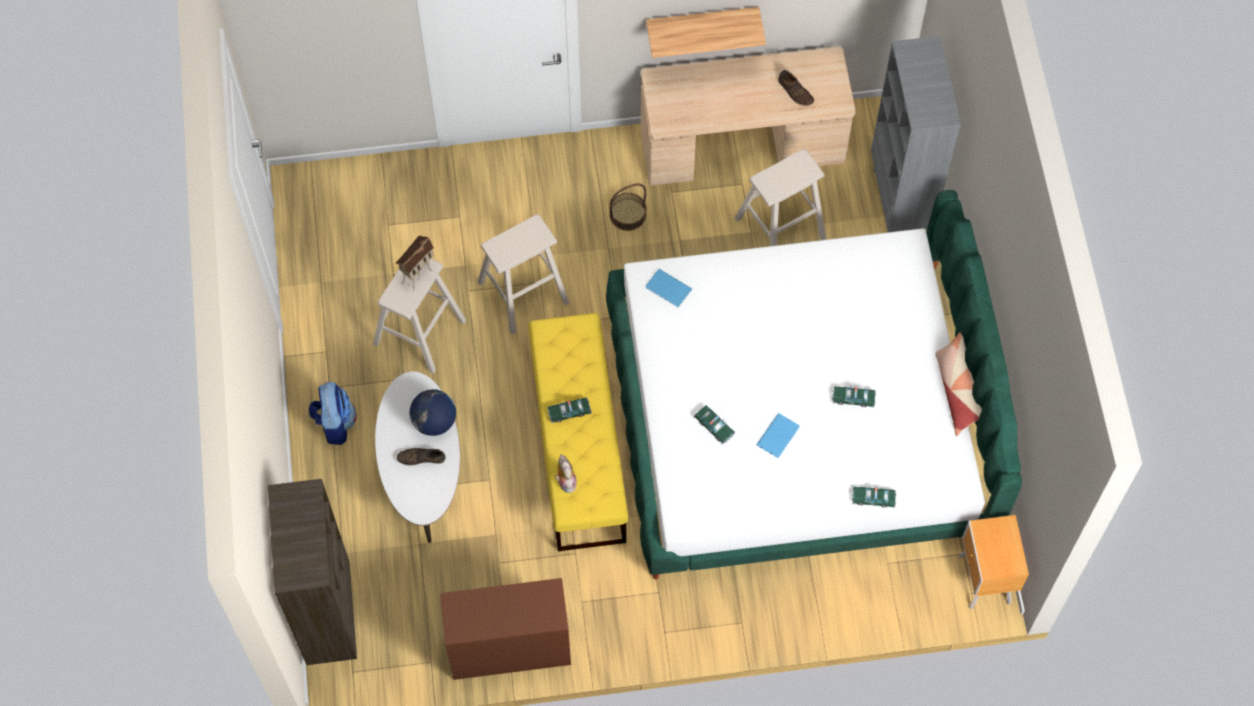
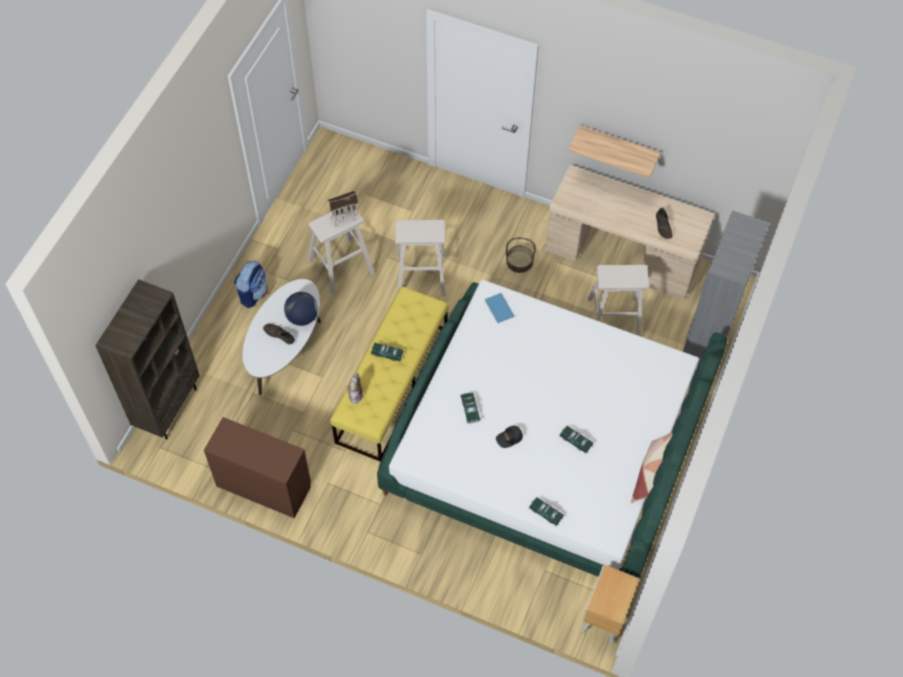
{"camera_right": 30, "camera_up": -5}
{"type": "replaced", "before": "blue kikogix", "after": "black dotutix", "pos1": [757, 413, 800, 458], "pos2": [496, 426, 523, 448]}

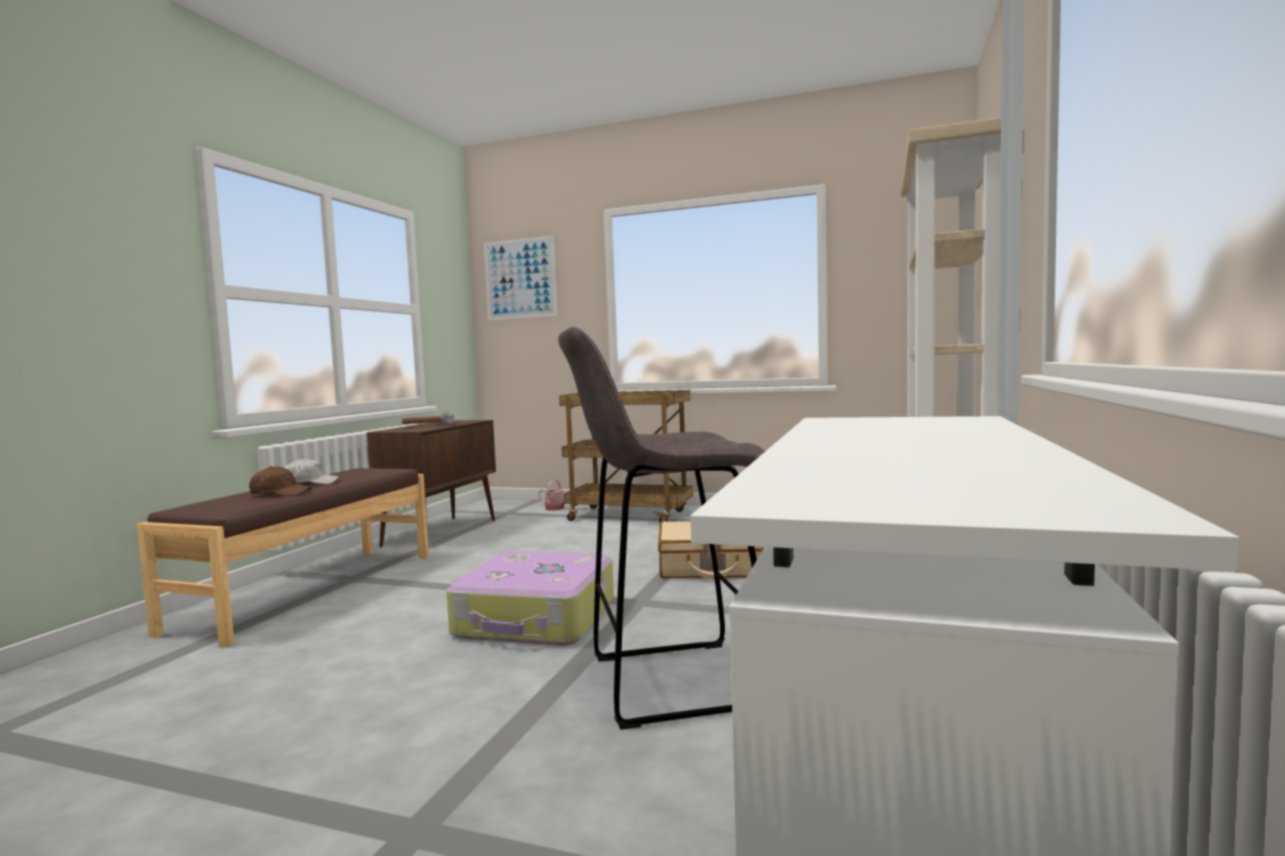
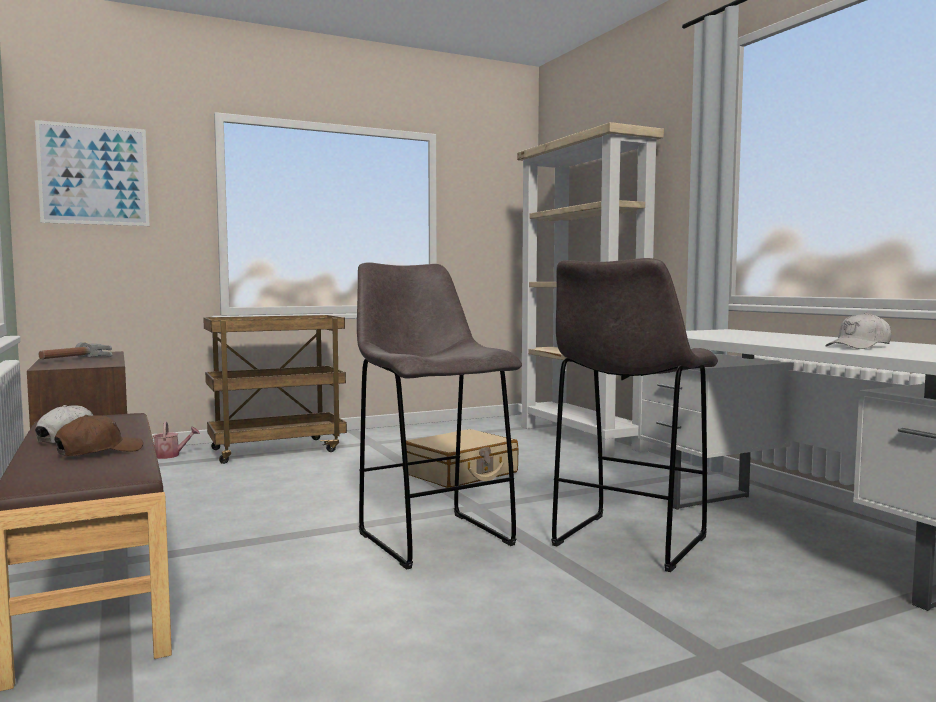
{"camera_right": -45, "camera_up": 0}
{"type": "replaced", "before": "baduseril", "after": "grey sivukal", "pos1": [446, 551, 614, 645], "pos2": [357, 262, 522, 570]}
{"type": "added", "after": "white dotutix", "pos2": [825, 313, 891, 349]}

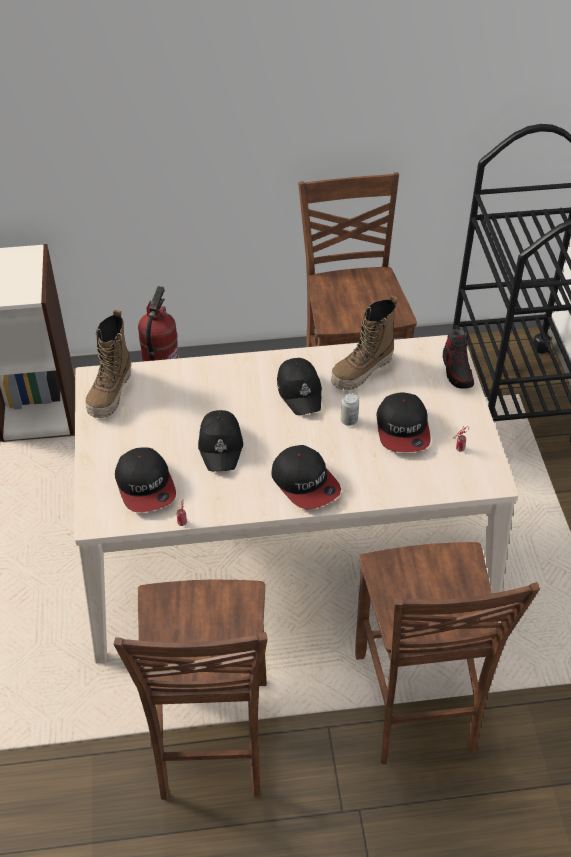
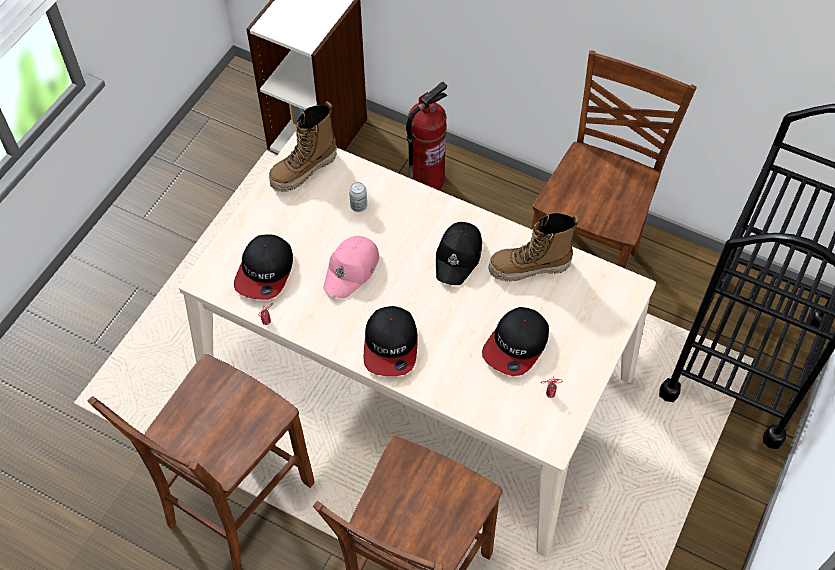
{"camera_right": 35, "camera_up": 10}
{"type": "recoloured", "before": "black dotutix", "after": "pink dotutix", "pos1": [198, 410, 243, 472], "pos2": [323, 236, 379, 298]}
{"type": "moved", "before": "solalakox", "pos1": [341, 393, 359, 426], "pos2": [349, 182, 367, 212]}
{"type": "removed", "before": "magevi", "pos1": [443, 329, 474, 389]}

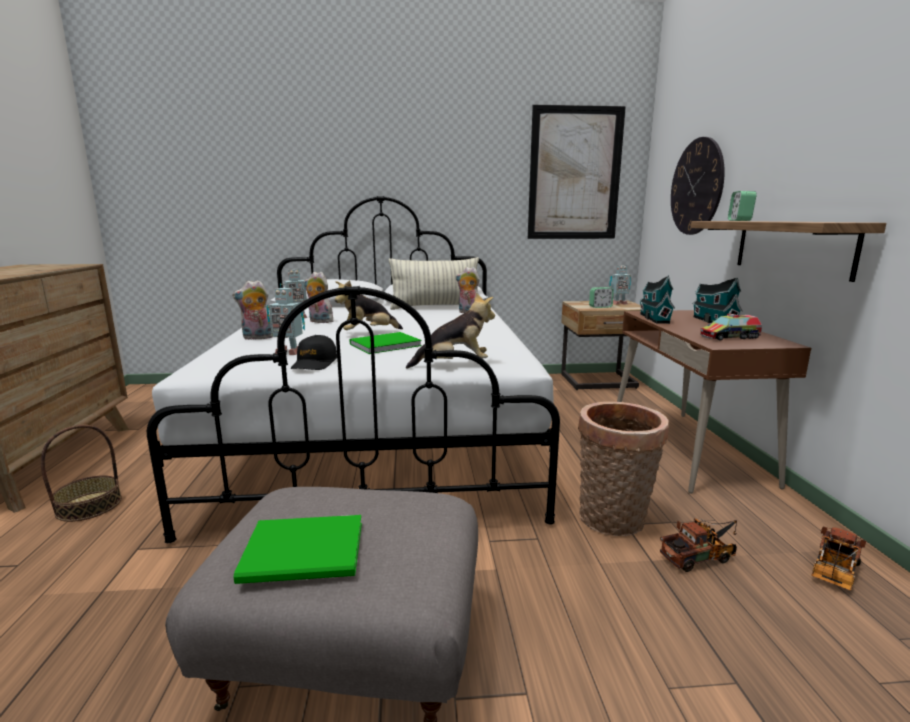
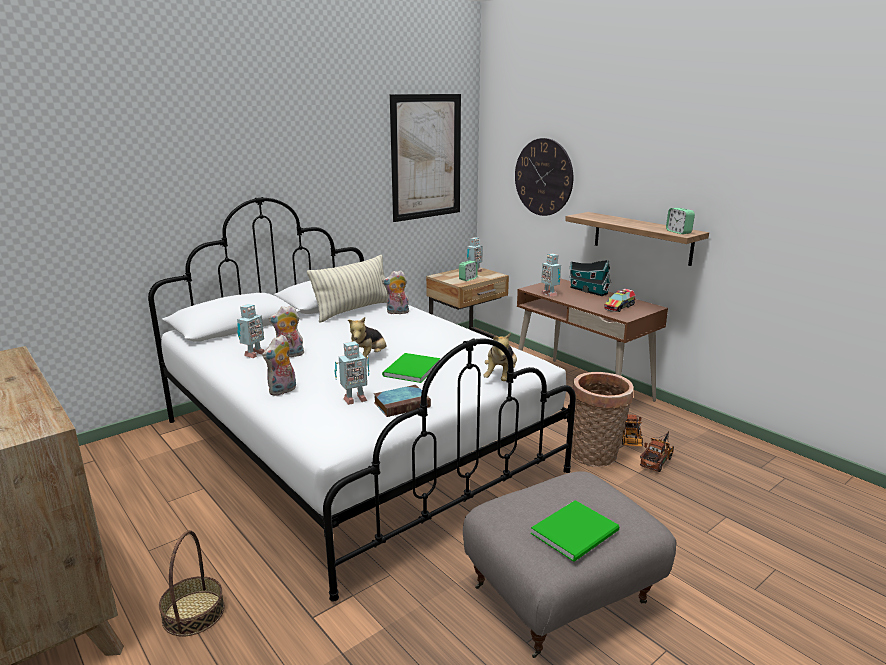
{"camera_right": -35, "camera_up": 5}
{"type": "replaced", "before": "black dotutix", "after": "kikogix", "pos1": [291, 335, 337, 370], "pos2": [374, 385, 431, 417]}
{"type": "turned", "before": "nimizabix", "pos1": [406, 293, 495, 369], "pos2": [483, 333, 517, 381], "turn": 150}
{"type": "replaced", "before": "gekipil", "after": "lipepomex", "pos1": [639, 275, 675, 324], "pos2": [541, 254, 561, 297]}
{"type": "moved", "before": "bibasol", "pos1": [812, 527, 866, 590], "pos2": [622, 414, 643, 447]}
{"type": "moved", "before": "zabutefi", "pos1": [728, 191, 757, 221], "pos2": [666, 208, 695, 234]}

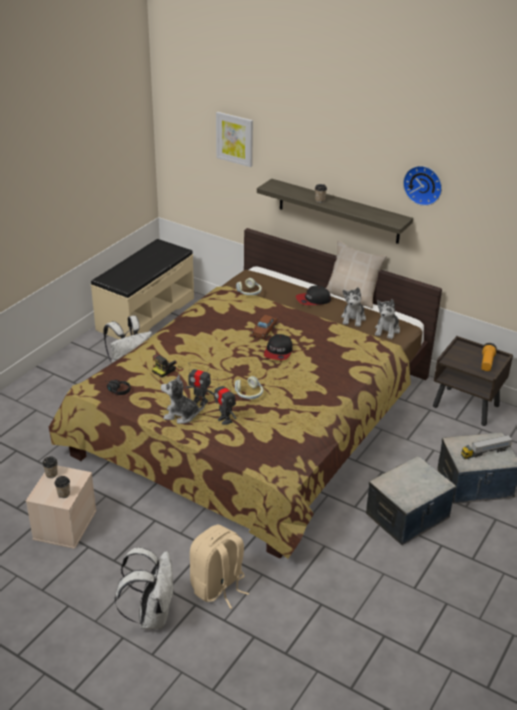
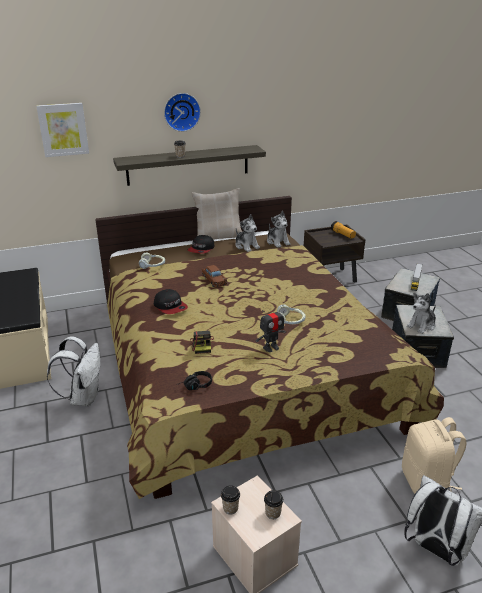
{"camera_right": -50, "camera_up": -5}
{"type": "moved", "before": "dotutix", "pos1": [264, 334, 293, 360], "pos2": [154, 289, 188, 314]}
{"type": "moved", "before": "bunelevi", "pos1": [403, 166, 442, 206], "pos2": [164, 93, 201, 132]}
{"type": "moved", "before": "nimizabix", "pos1": [161, 374, 205, 424], "pos2": [407, 292, 436, 334]}
{"type": "removed", "before": "lipepomex", "pos1": [214, 378, 237, 425]}

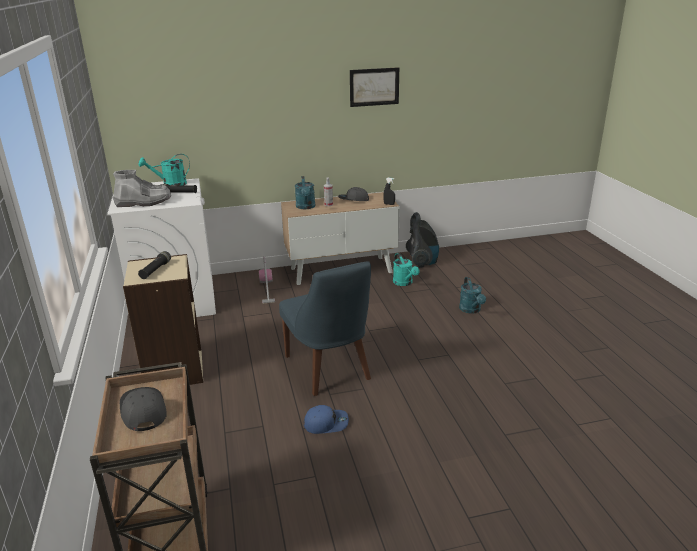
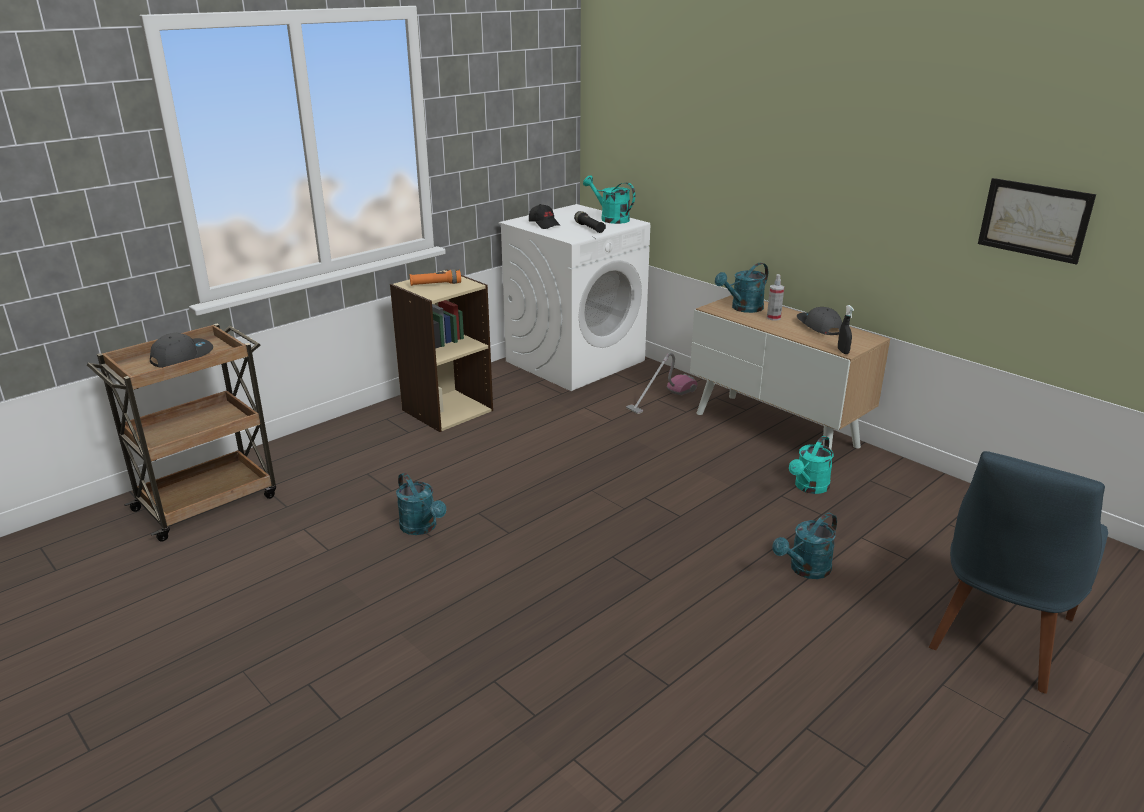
{"camera_right": 60, "camera_up": 0}
{"type": "replaced", "before": "blue dotutix", "after": "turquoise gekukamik", "pos1": [304, 405, 349, 434], "pos2": [396, 473, 446, 535]}
{"type": "recoloured", "before": "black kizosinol", "after": "orange kizosinol", "pos1": [138, 251, 171, 279], "pos2": [410, 269, 461, 286]}
{"type": "replaced", "before": "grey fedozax", "after": "black dotutix", "pos1": [113, 170, 171, 207], "pos2": [529, 204, 561, 229]}
{"type": "moved", "before": "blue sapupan", "pos1": [279, 261, 371, 396], "pos2": [929, 451, 1108, 694]}
{"type": "moved", "before": "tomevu", "pos1": [350, 67, 399, 107], "pos2": [978, 178, 1096, 265]}
{"type": "removed", "before": "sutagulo", "pos1": [406, 212, 439, 268]}

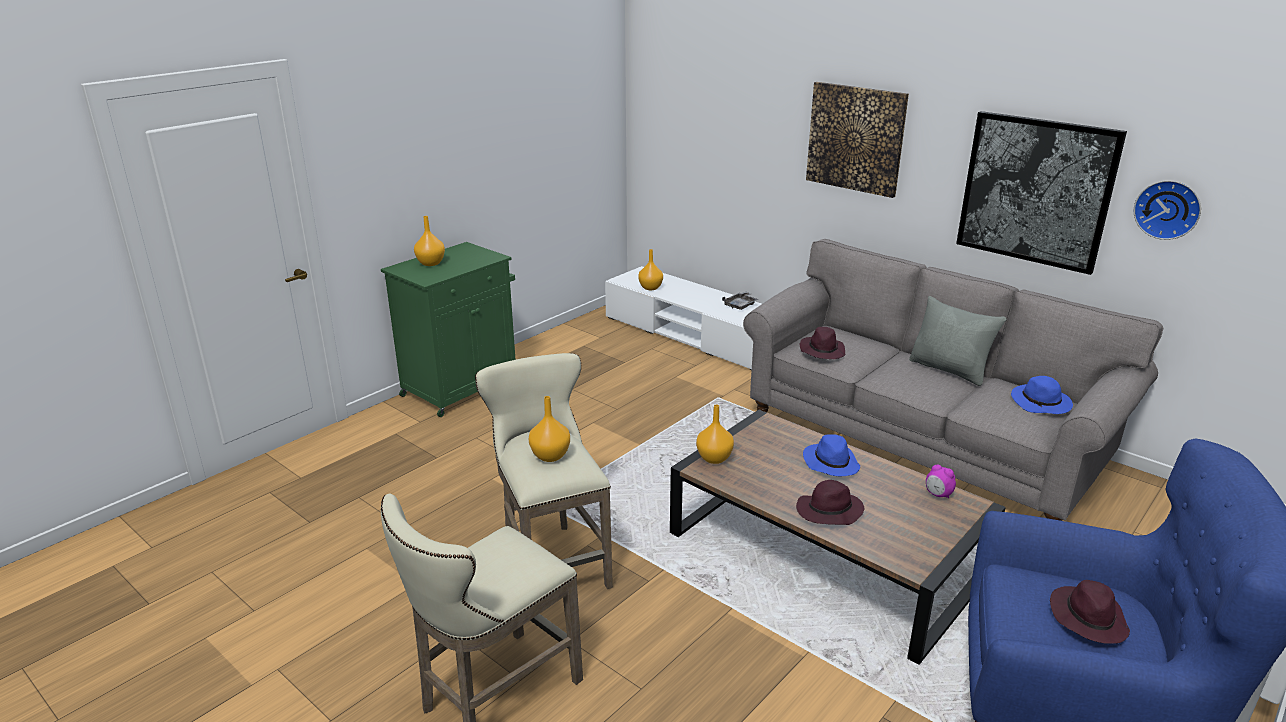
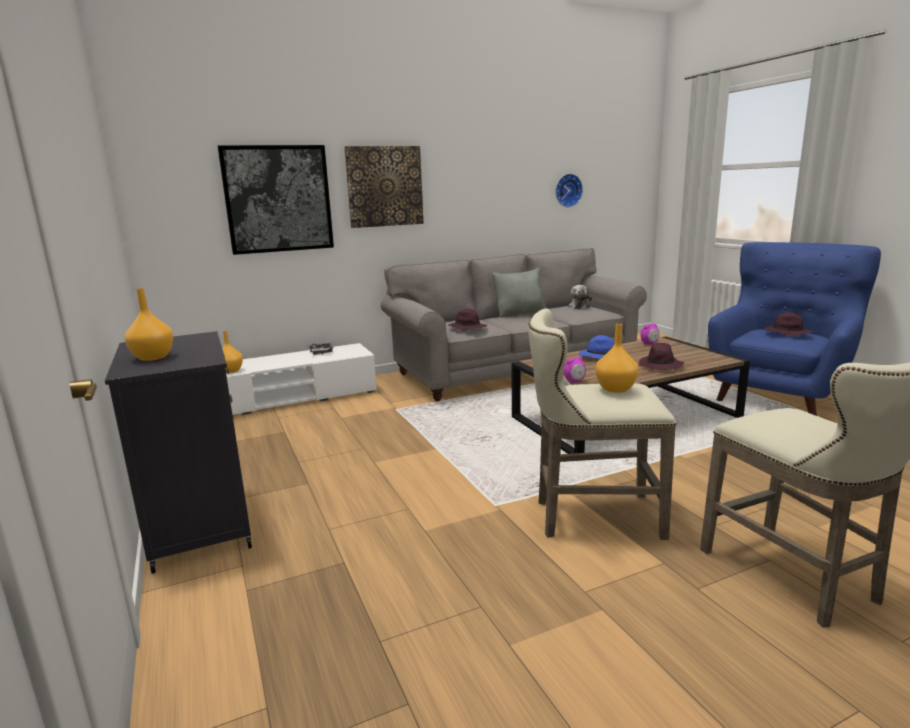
{"camera_right": -65, "camera_up": -10}
{"type": "recoloured", "before": "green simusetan", "after": "black simusetan", "pos1": [381, 242, 516, 417], "pos2": [105, 331, 252, 574]}
{"type": "moved", "before": "tomevu", "pos1": [956, 111, 1127, 275], "pos2": [218, 145, 334, 255]}
{"type": "replaced", "before": "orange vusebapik", "after": "zabutefi", "pos1": [696, 404, 734, 464], "pos2": [564, 357, 586, 382]}
{"type": "replaced", "before": "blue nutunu", "after": "nimizabix", "pos1": [1011, 376, 1073, 414], "pos2": [569, 285, 592, 309]}

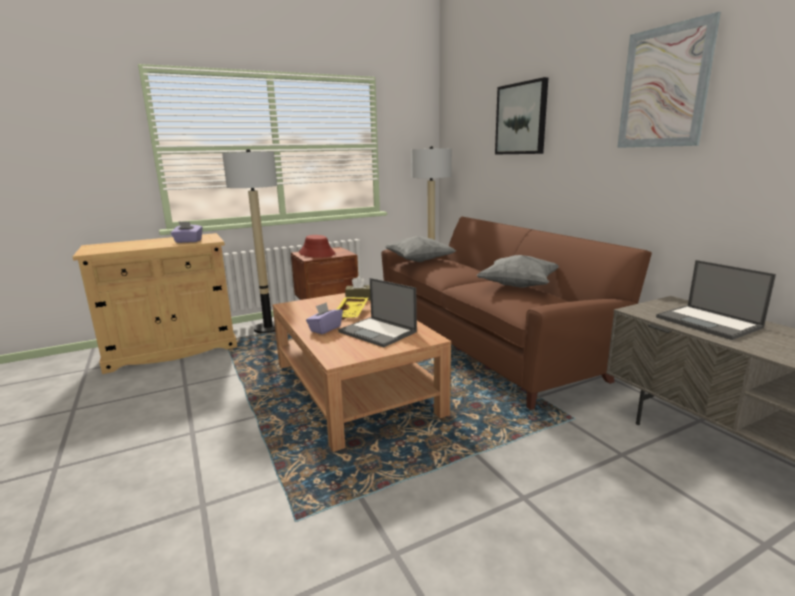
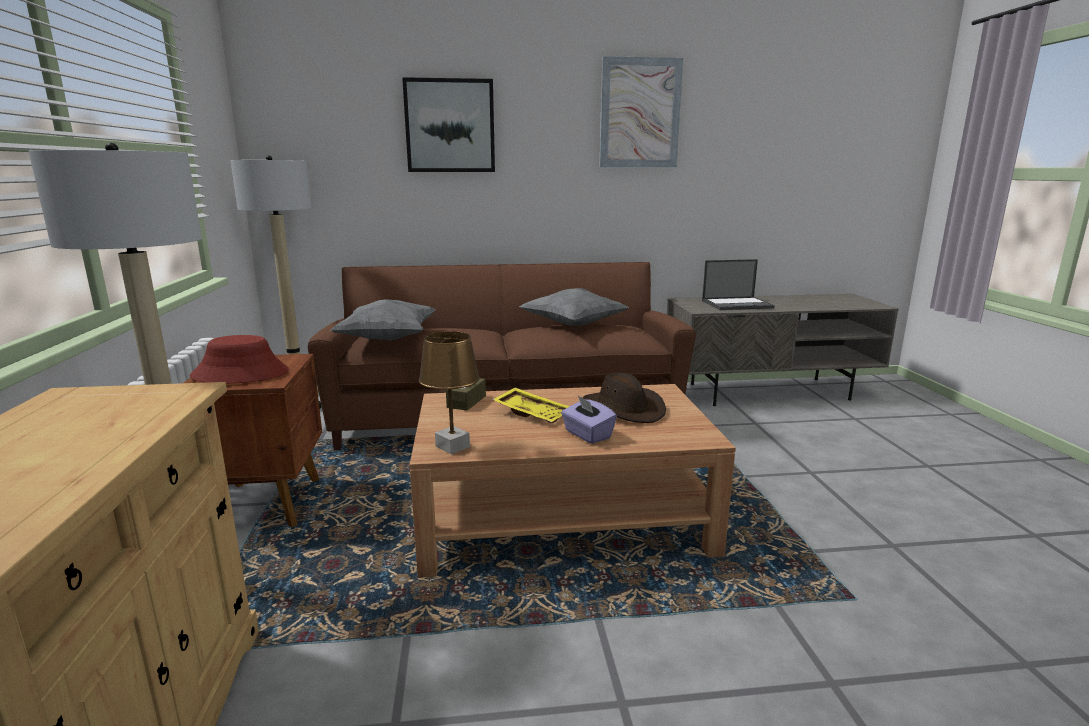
{"camera_right": -70, "camera_up": 0}
{"type": "added", "after": "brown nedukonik", "pos2": [419, 331, 480, 454]}
{"type": "replaced", "before": "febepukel", "after": "brown nutunu", "pos1": [338, 278, 417, 347], "pos2": [583, 373, 666, 423]}
{"type": "removed", "before": "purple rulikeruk", "pos1": [171, 221, 203, 243]}

